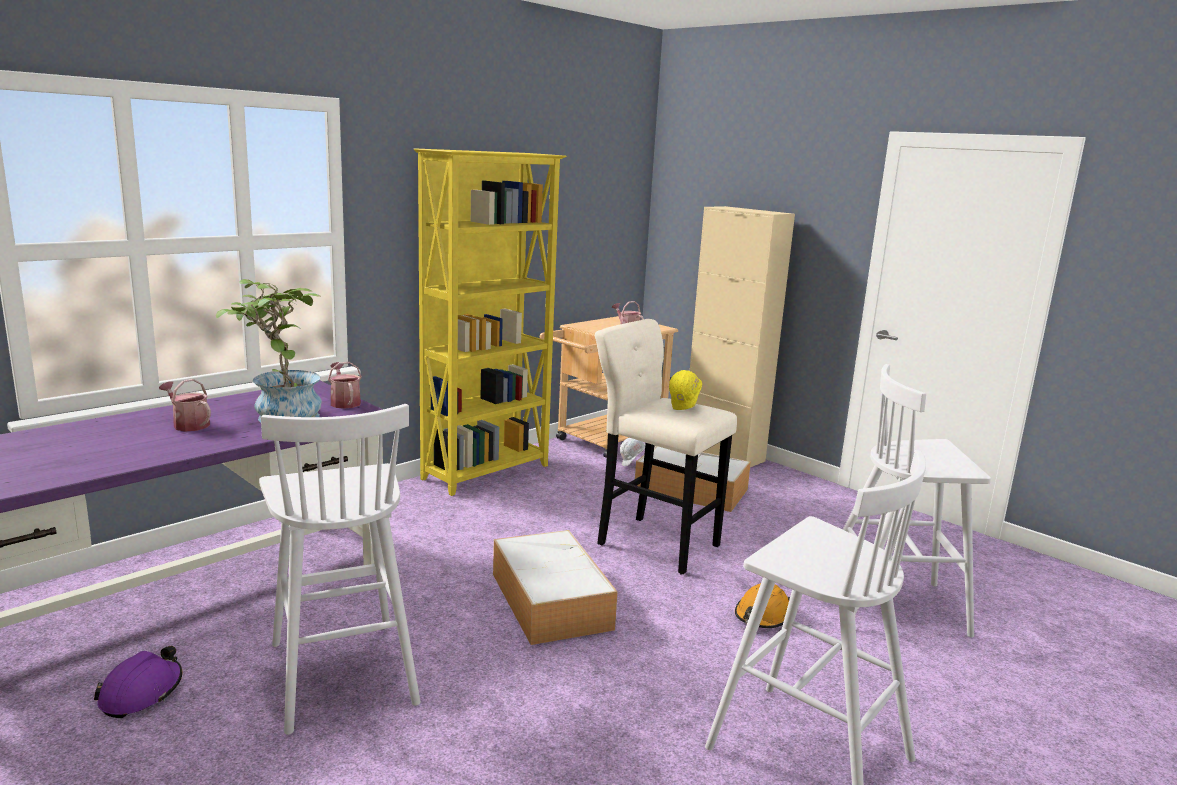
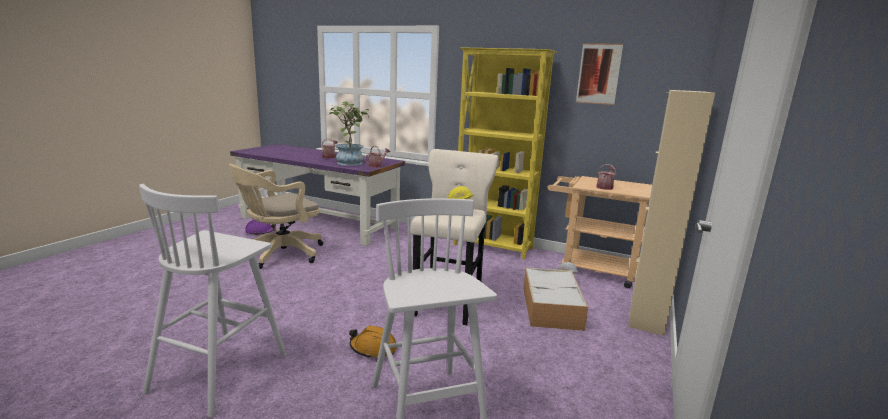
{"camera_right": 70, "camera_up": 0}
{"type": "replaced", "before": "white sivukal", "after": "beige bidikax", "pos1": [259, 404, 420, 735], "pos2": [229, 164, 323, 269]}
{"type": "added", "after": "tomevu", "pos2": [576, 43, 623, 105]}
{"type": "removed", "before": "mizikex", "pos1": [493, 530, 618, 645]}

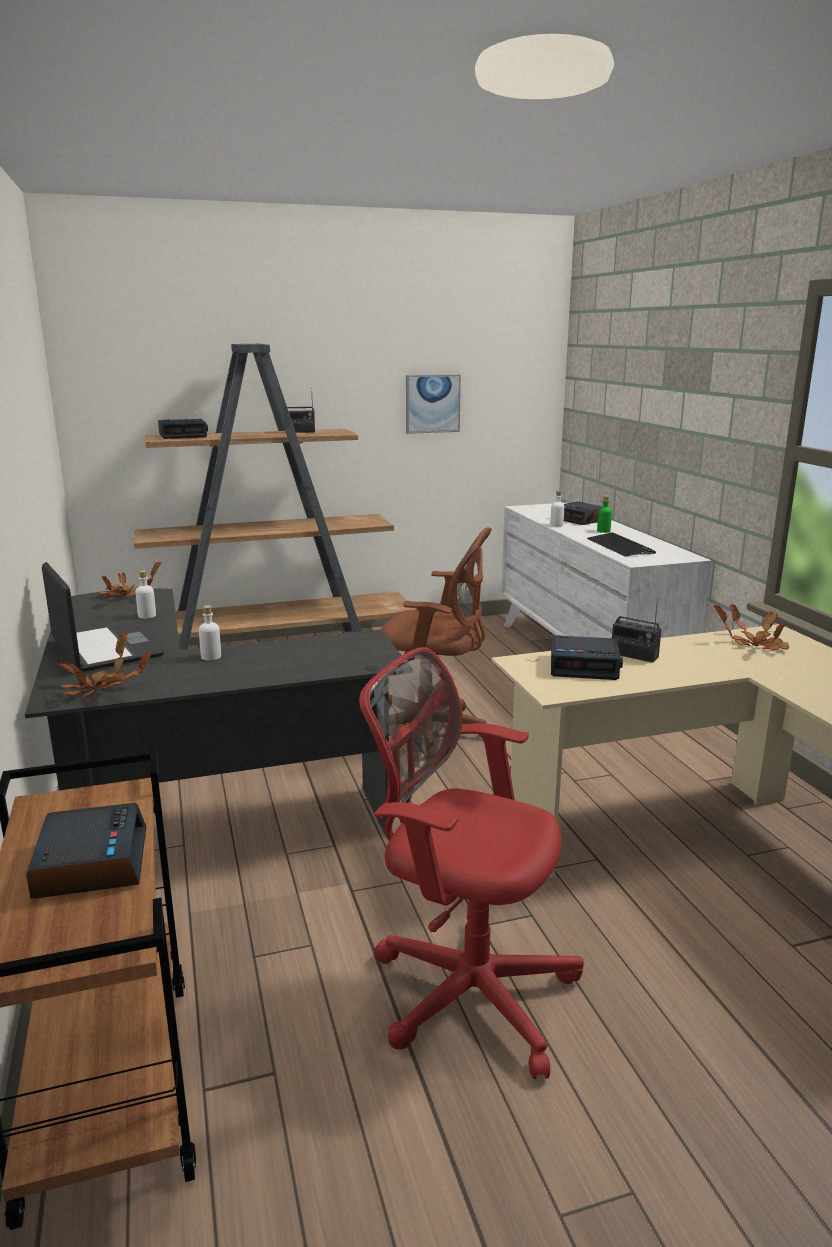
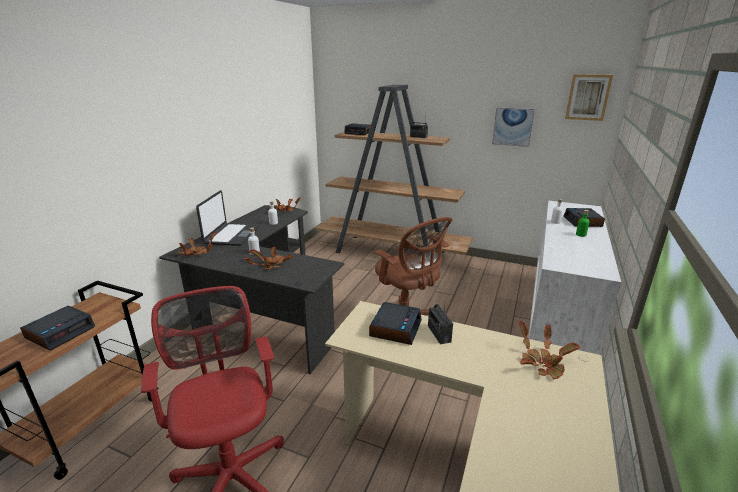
{"camera_right": 40, "camera_up": 5}
{"type": "added", "after": "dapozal", "pos2": [245, 247, 294, 269]}
{"type": "turned", "before": "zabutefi", "pos1": [551, 635, 623, 680], "pos2": [369, 302, 422, 345], "turn": -120}
{"type": "added", "after": "tomevu", "pos2": [565, 74, 613, 121]}
{"type": "removed", "before": "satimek", "pos1": [587, 532, 656, 557]}

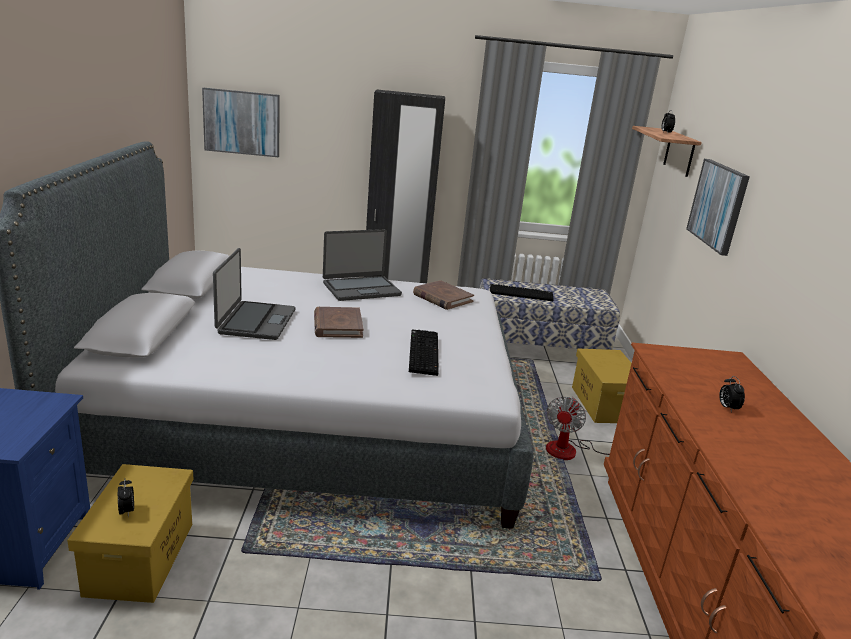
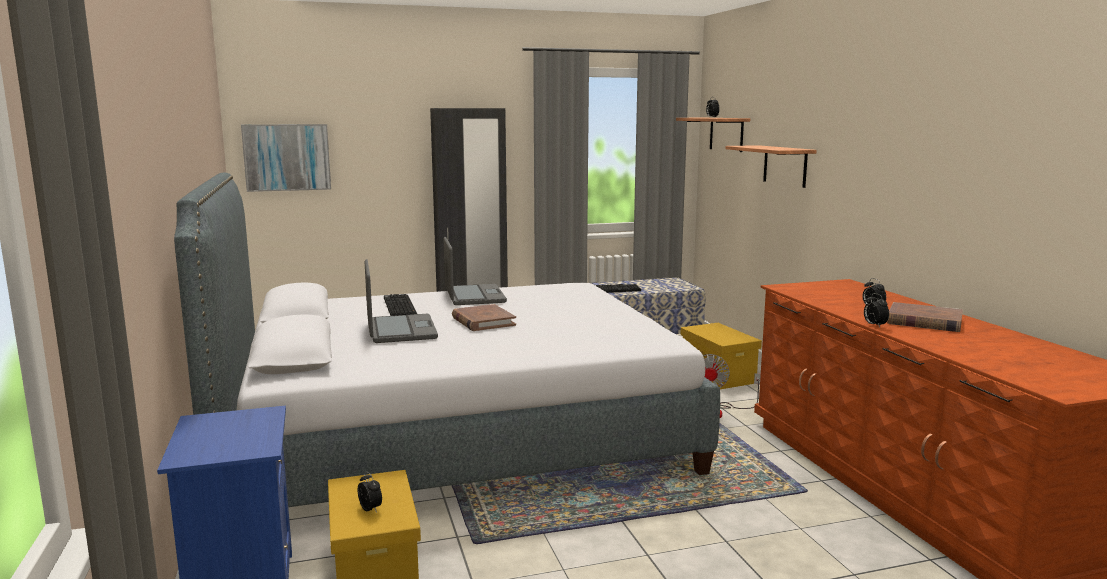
{"camera_right": -15, "camera_up": -10}
{"type": "moved", "before": "satimek", "pos1": [409, 329, 439, 376], "pos2": [384, 294, 417, 316]}
{"type": "turned", "before": "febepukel", "pos1": [323, 229, 402, 301], "pos2": [443, 237, 507, 305], "turn": -60}
{"type": "replaced", "before": "tomevu", "after": "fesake", "pos1": [686, 159, 750, 256], "pos2": [726, 145, 817, 188]}
{"type": "added", "after": "zabutefi", "pos2": [864, 293, 889, 327]}
{"type": "moved", "before": "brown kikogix", "pos1": [413, 280, 474, 310], "pos2": [887, 302, 963, 332]}

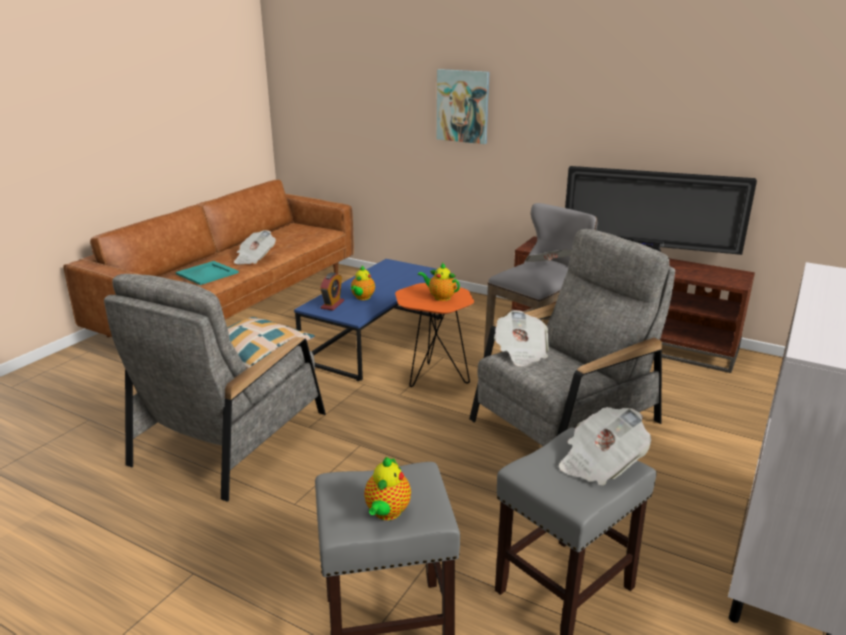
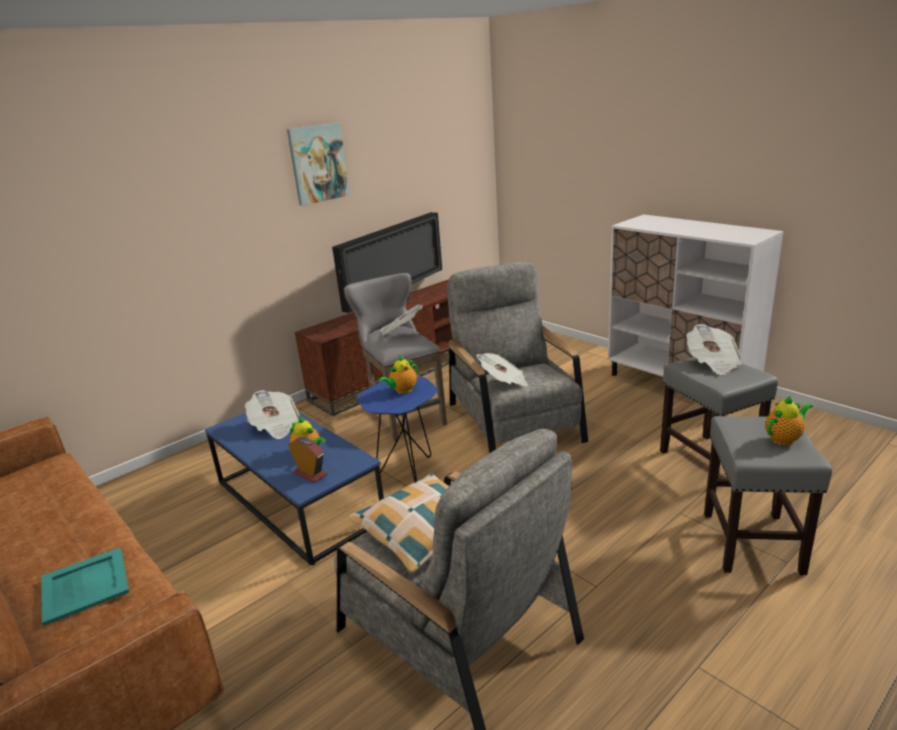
{"camera_right": -70, "camera_up": 0}
{"type": "moved", "before": "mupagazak", "pos1": [234, 230, 276, 265], "pos2": [245, 390, 300, 439]}
{"type": "moved", "before": "tomevu", "pos1": [437, 69, 490, 144], "pos2": [287, 122, 350, 206]}
{"type": "recoloured", "before": "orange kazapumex", "after": "blue kazapumex", "pos1": [395, 283, 474, 387], "pos2": [357, 377, 438, 482]}
{"type": "turned", "before": "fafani", "pos1": [364, 457, 411, 520], "pos2": [765, 395, 813, 445], "turn": -60}

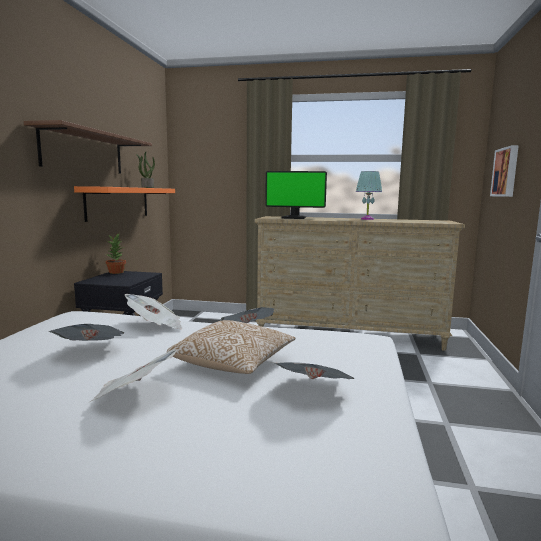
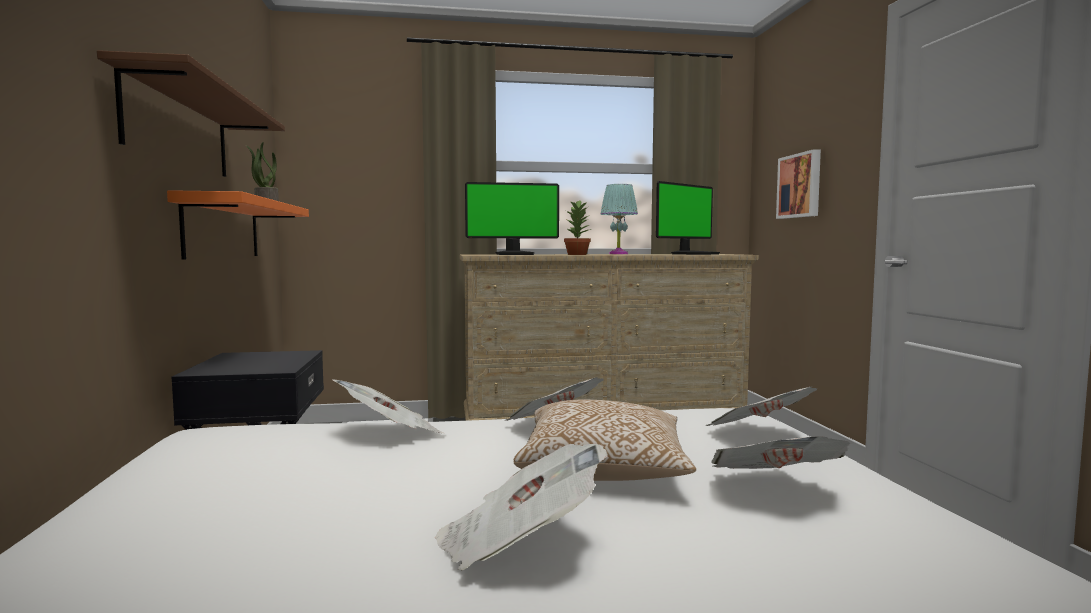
{"camera_right": -20, "camera_up": -5}
{"type": "moved", "before": "dapozal", "pos1": [106, 233, 126, 274], "pos2": [564, 200, 591, 255]}
{"type": "added", "after": "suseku", "pos2": [656, 181, 720, 255]}
{"type": "moved", "before": "mupagazak", "pos1": [49, 324, 124, 341], "pos2": [705, 386, 817, 426]}

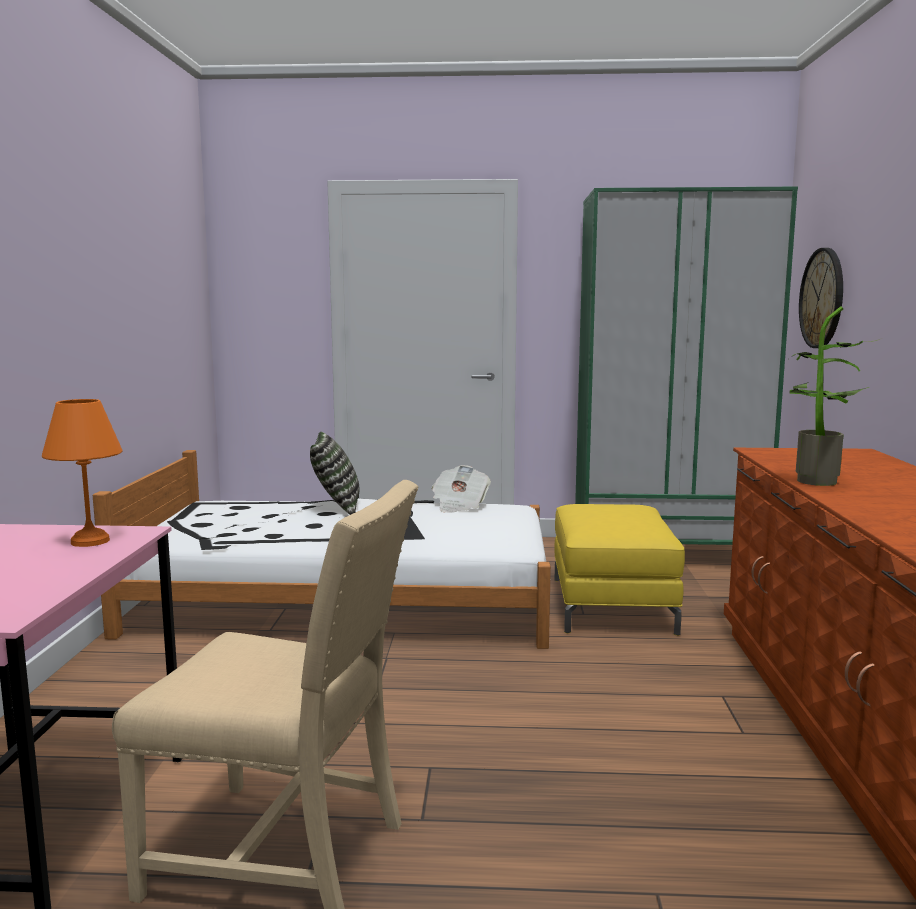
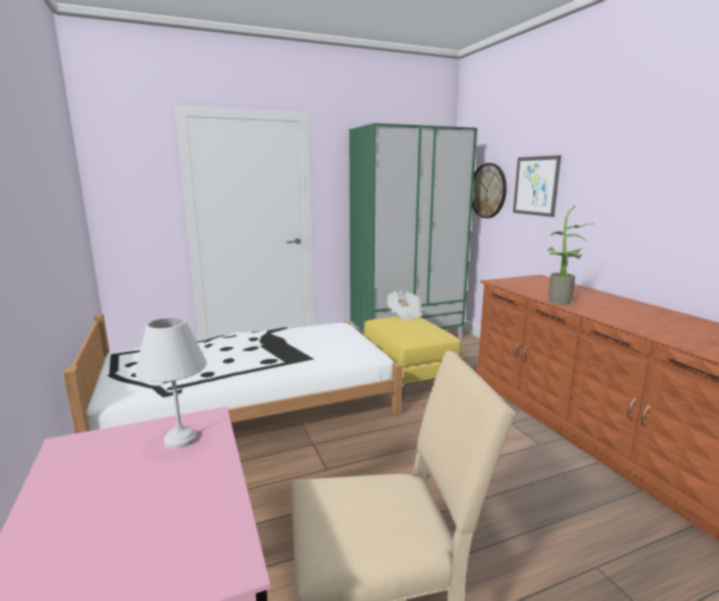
{"camera_right": -25, "camera_up": 5}
{"type": "recoloured", "before": "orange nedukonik", "after": "white nedukonik", "pos1": [42, 399, 123, 547], "pos2": [135, 317, 207, 449]}
{"type": "moved", "before": "mupagazak", "pos1": [432, 465, 491, 513], "pos2": [387, 289, 422, 321]}
{"type": "added", "after": "tomevu", "pos2": [513, 155, 561, 217]}
{"type": "removed", "before": "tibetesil", "pos1": [310, 432, 360, 515]}

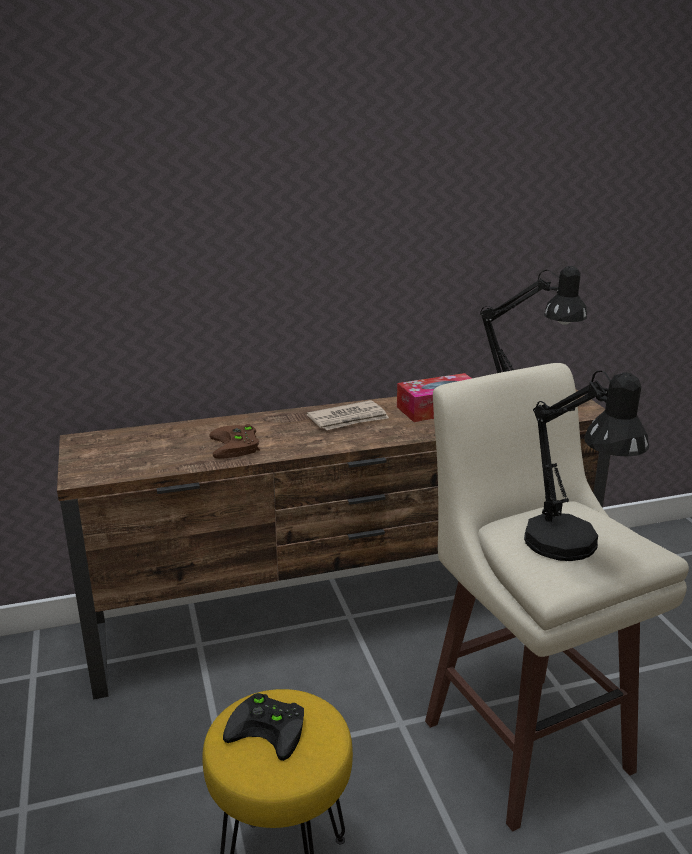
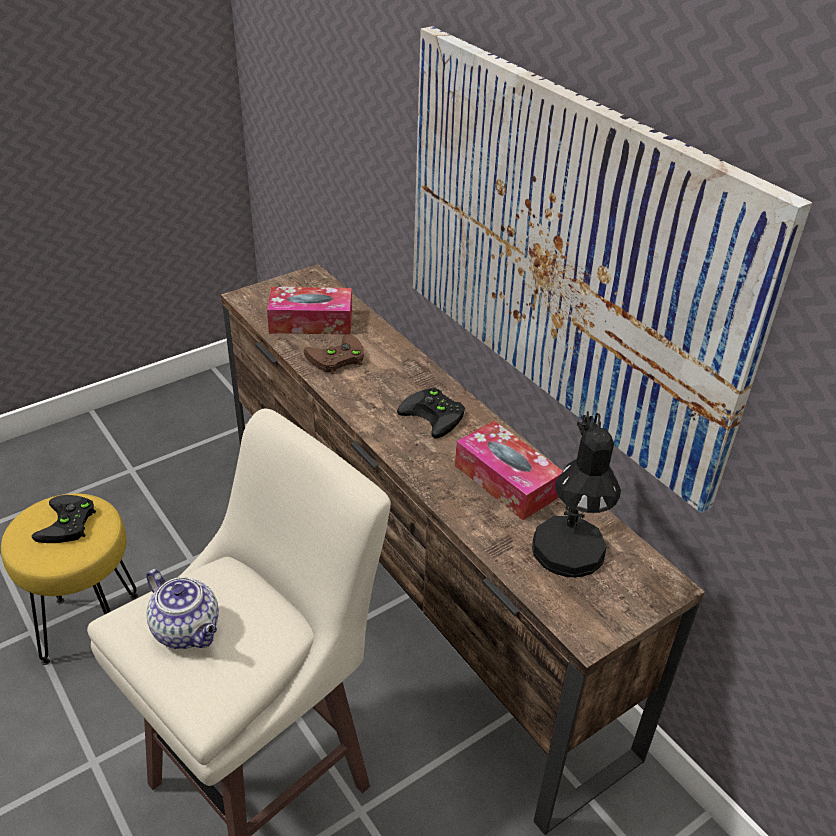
{"camera_right": 70, "camera_up": 15}
{"type": "replaced", "before": "black nedukonik", "after": "fafani", "pos1": [524, 371, 649, 561], "pos2": [146, 569, 219, 649]}
{"type": "added", "after": "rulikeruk", "pos2": [267, 287, 352, 334]}
{"type": "replaced", "before": "mupagazak", "after": "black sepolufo", "pos1": [307, 400, 389, 430], "pos2": [397, 387, 465, 438]}
{"type": "added", "after": "tomevu", "pos2": [413, 26, 812, 513]}

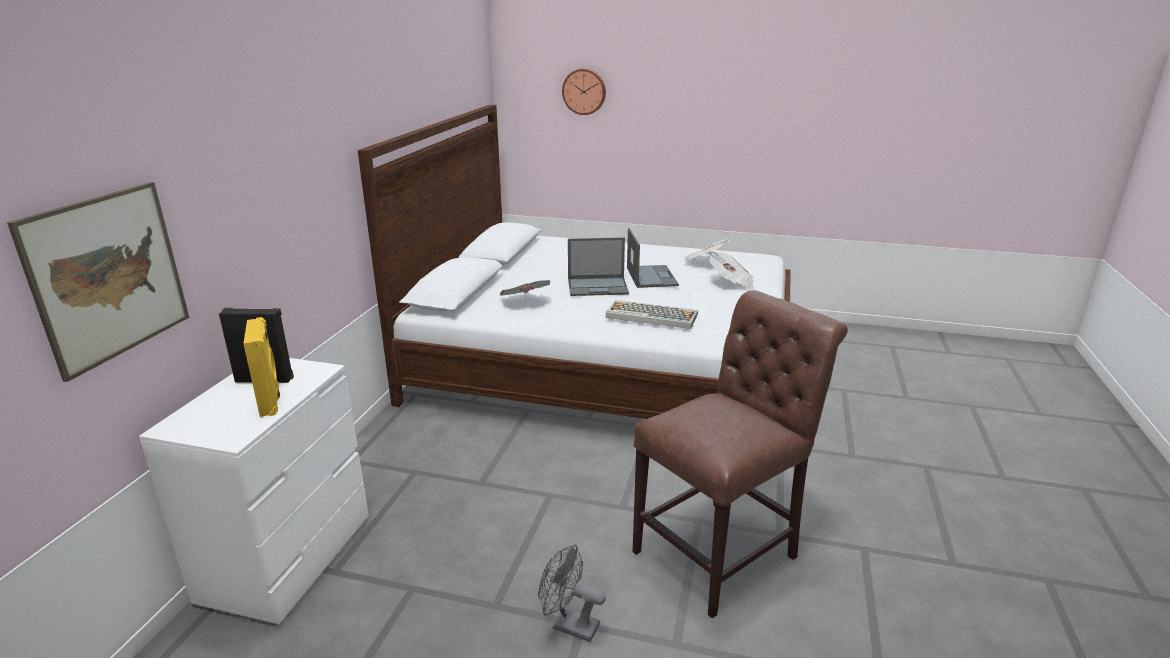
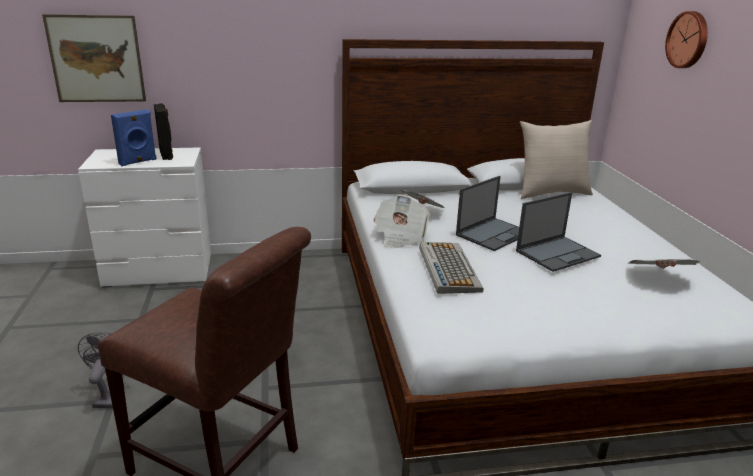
{"camera_right": 65, "camera_up": 0}
{"type": "recoloured", "before": "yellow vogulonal", "after": "blue vogulonal", "pos1": [243, 317, 280, 417], "pos2": [111, 110, 157, 166]}
{"type": "moved", "before": "mupagazak", "pos1": [707, 251, 754, 290], "pos2": [374, 195, 430, 248]}
{"type": "turned", "before": "febepukel", "pos1": [568, 237, 629, 296], "pos2": [456, 176, 519, 251], "turn": -105}
{"type": "added", "after": "beige tibetesil", "pos2": [520, 120, 593, 199]}

